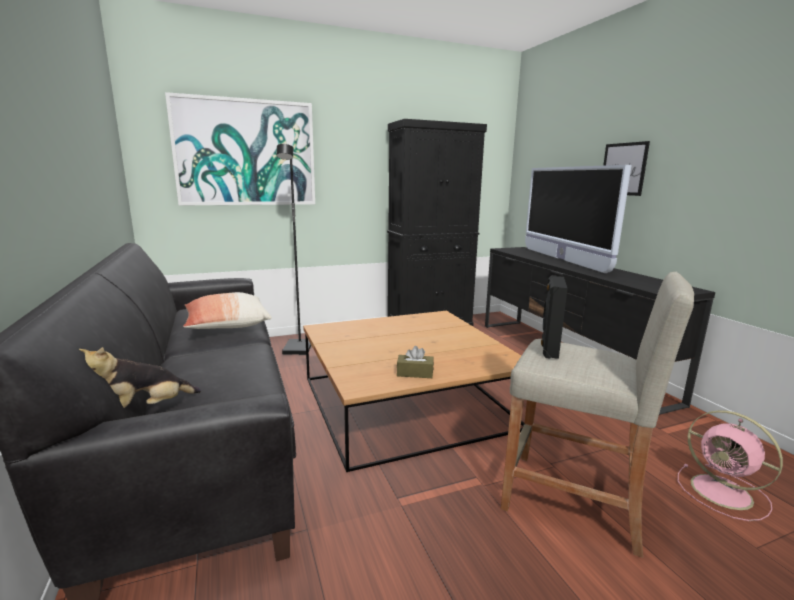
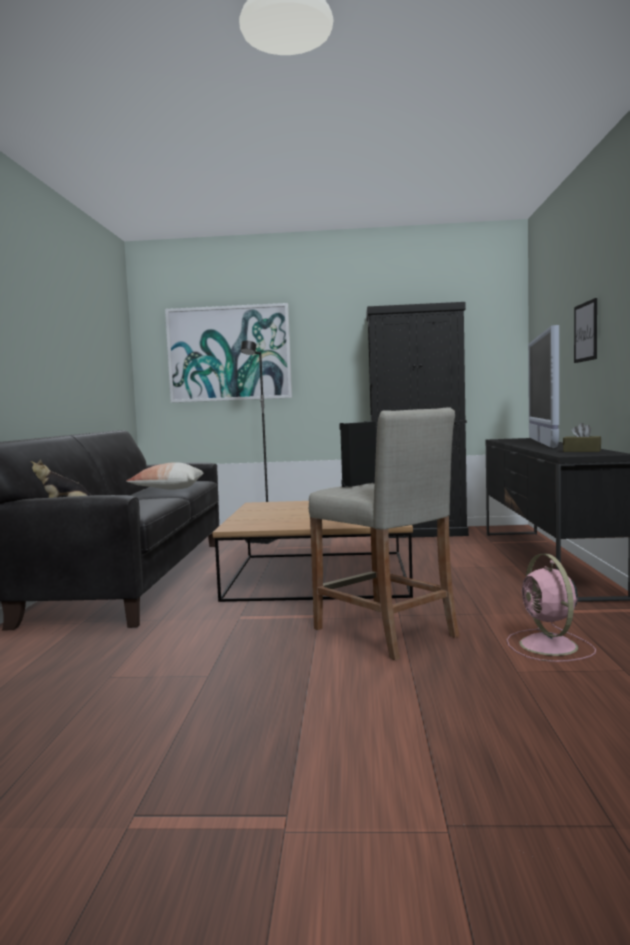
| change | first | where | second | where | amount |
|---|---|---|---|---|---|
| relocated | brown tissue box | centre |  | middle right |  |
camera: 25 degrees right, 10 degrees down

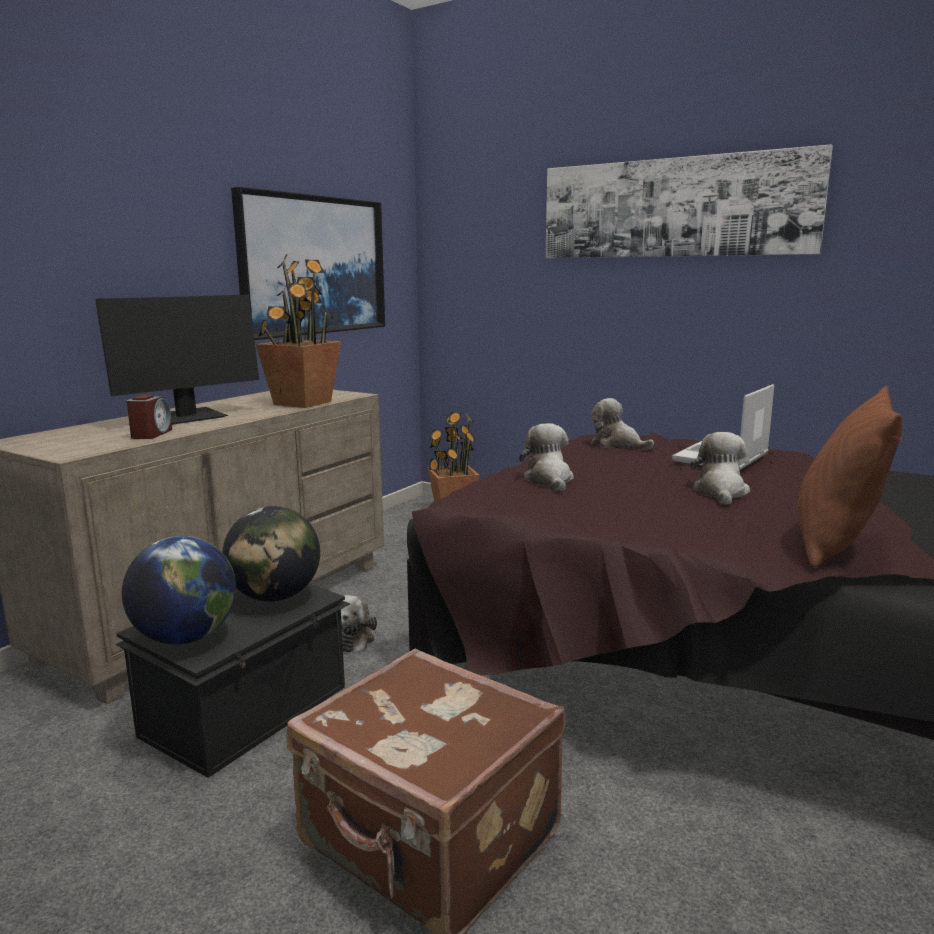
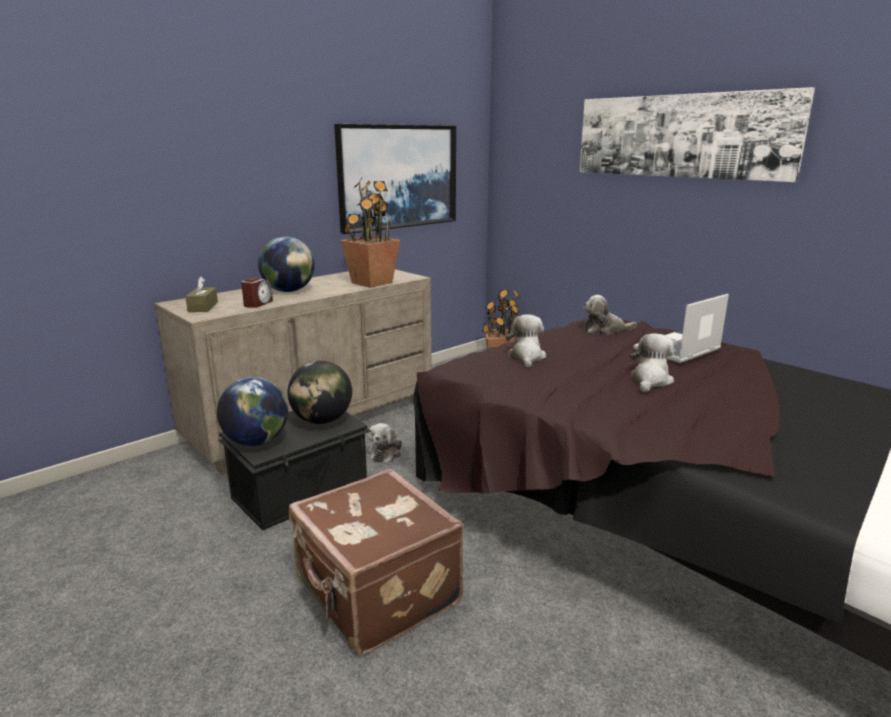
| change | first | where | second | where | amount |
|---|---|---|---|---|---|
| exchanged | monitor | middle left | globe (no. 2 from left) | middle left |  |
| spun | plush toy (no. 3 from left) | centre |  | middle right | 60 degrees counterclockwise |
| missing | brown pillow | middle right |  |  |  |
| appeared |  |  | brown tissue box | middle left |  |
camera: 15 degrees right, 5 degrees up

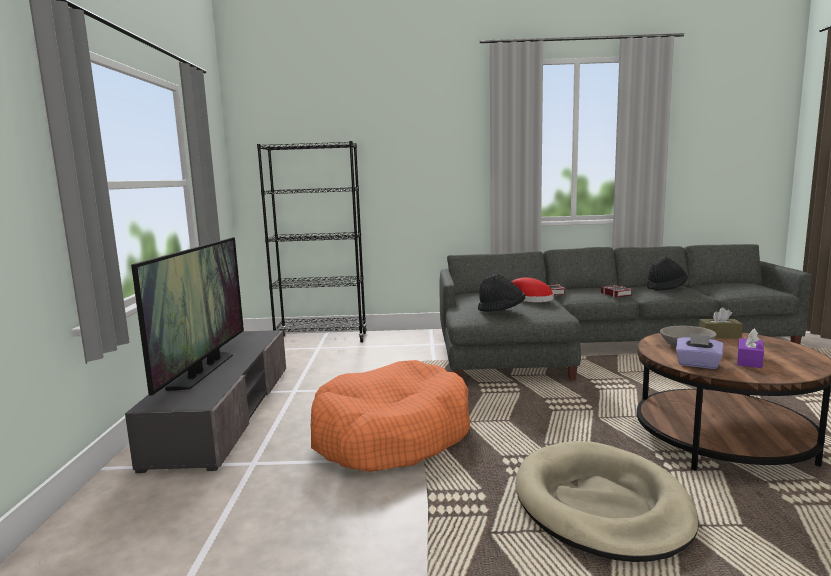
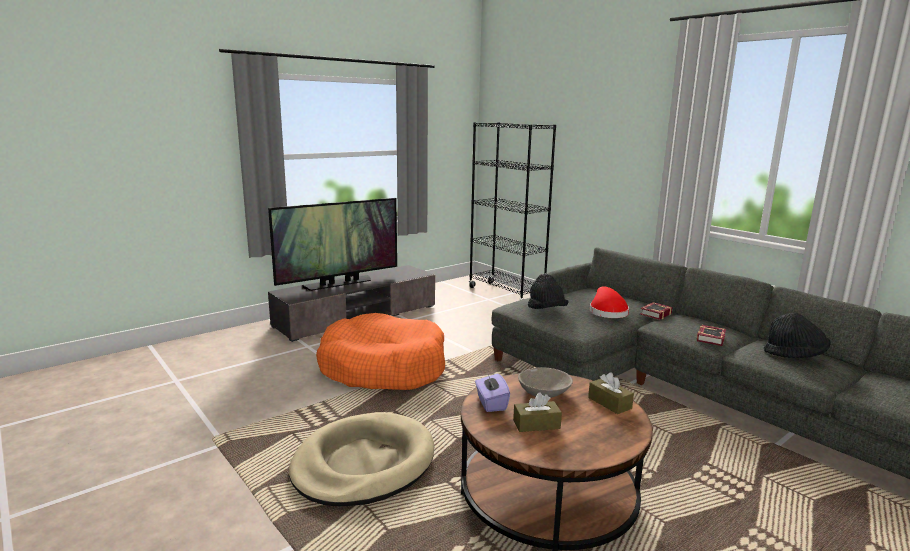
| change | first | where | second | where | amount |
|---|---|---|---|---|---|
| colour | purple tissue box (no. 2 from left) | middle right | brown tissue box (no. 1 from left) | bottom centre |  |
camera: 50 degrees right, 5 degrees up

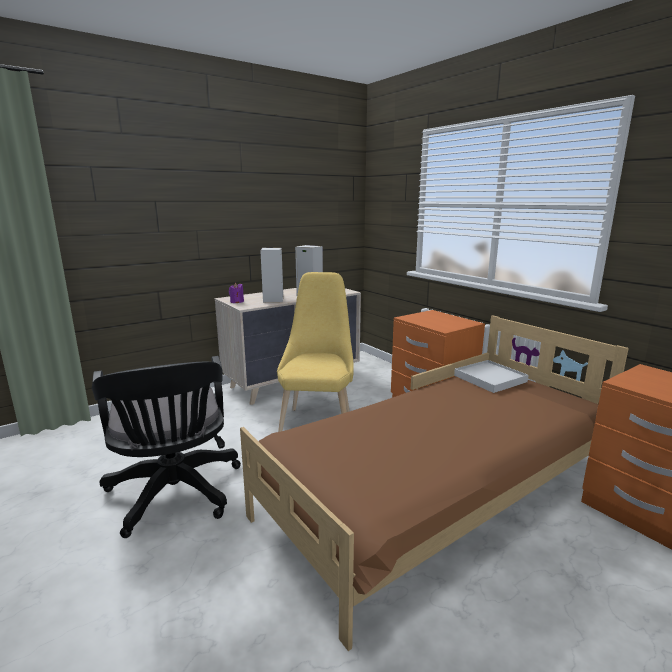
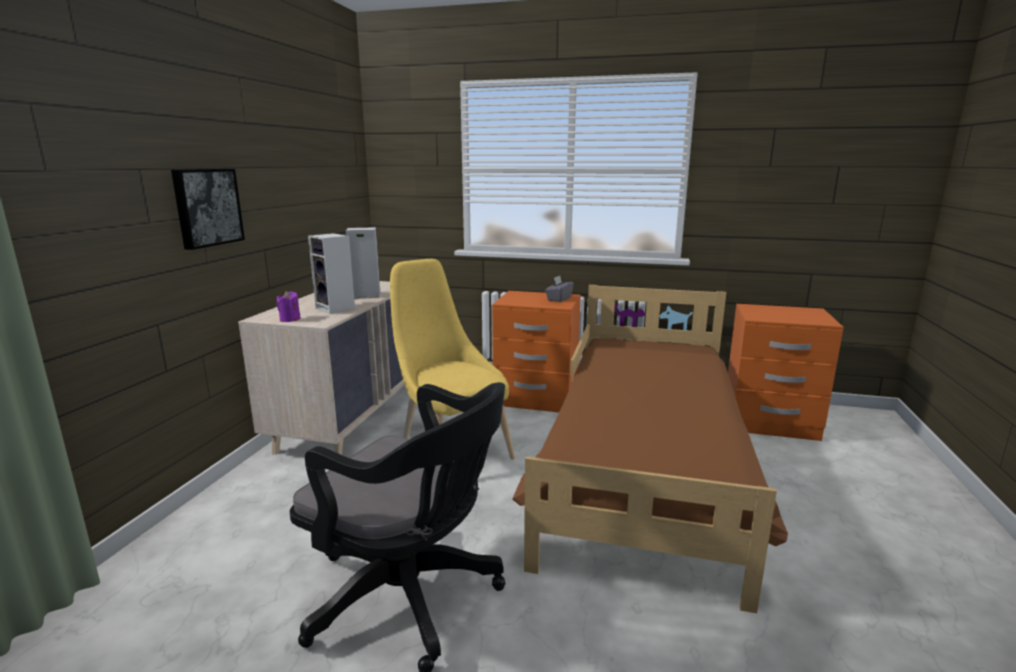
| change | first | where | second | where | amount |
|---|---|---|---|---|---|
| missing | white tray | middle right |  |  |  |
| appeared |  |  | picture | top left |  |
| appeared |  |  | grey tissue box | centre |  |
camera: 40 degrees left, 0 degrees up

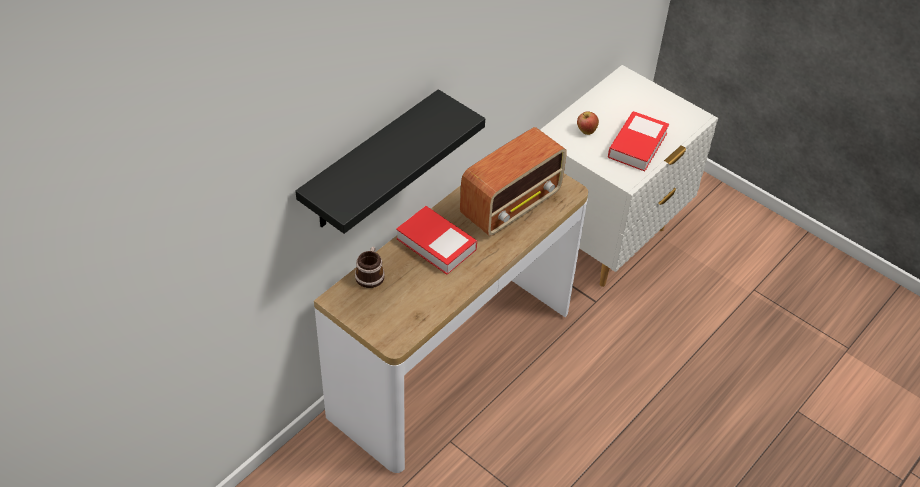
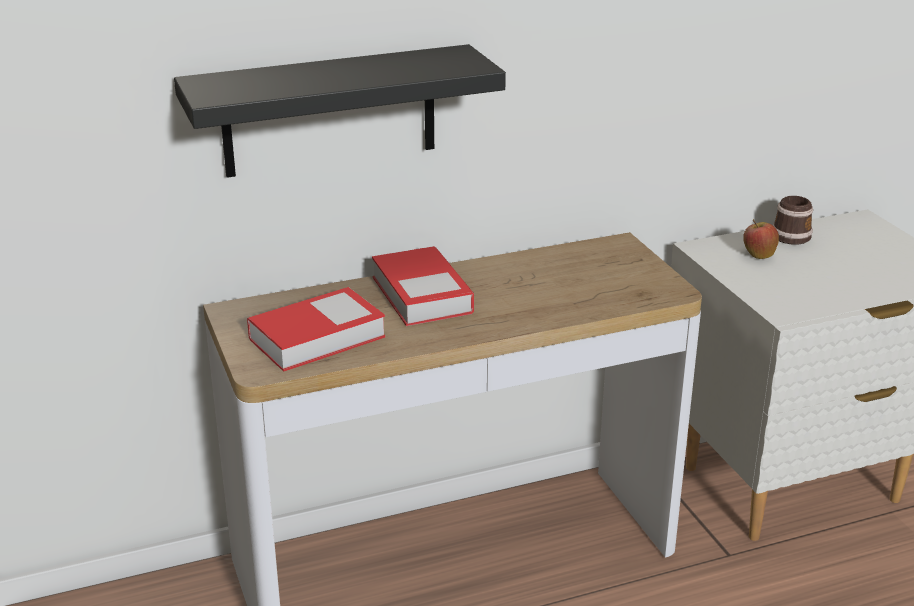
| change | first | where | second | where | amount |
|---|---|---|---|---|---|
| relocated | mug | centre |  | middle right |  |
| missing | radio | centre |  |  |  |
| relocated | book (no. 2 from left in the first image) | top right | book (no. 1 from left) | centre |  |
camera: 30 degrees right, 20 degrees down

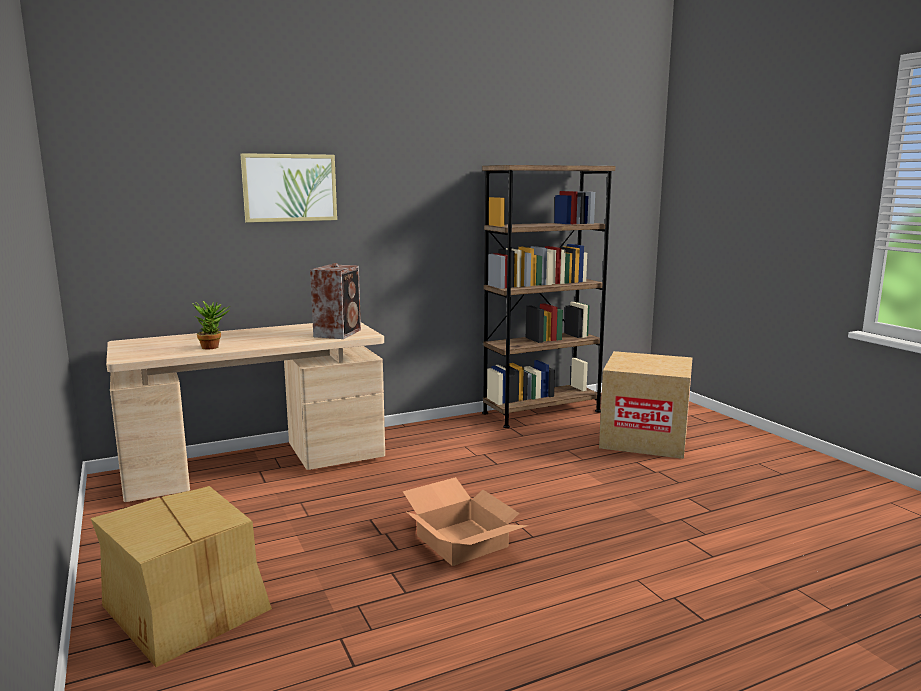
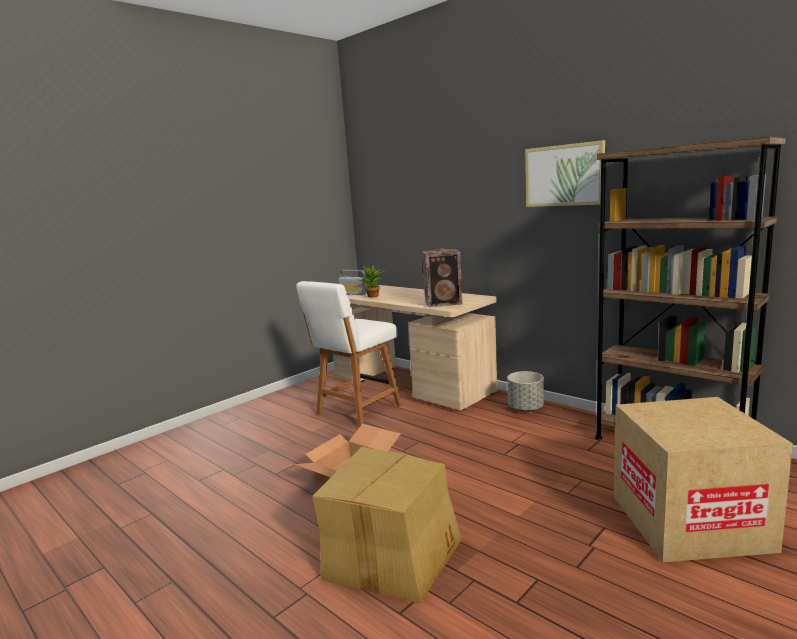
| change | first | where | second | where | amount |
|---|---|---|---|---|---|
| relocated | cardboard box (no. 1 from left in the first image) | bottom left | cardboard box (no. 2 from left) | bottom centre |  |
| relocated | picture | top left |  | top right |  |
| appeared |  |  | white chair | centre |  |
| appeared |  |  | radio | centre |  |
| appeared |  |  | grey planter | centre |  |
camera: 70 degrees right, 0 degrees up

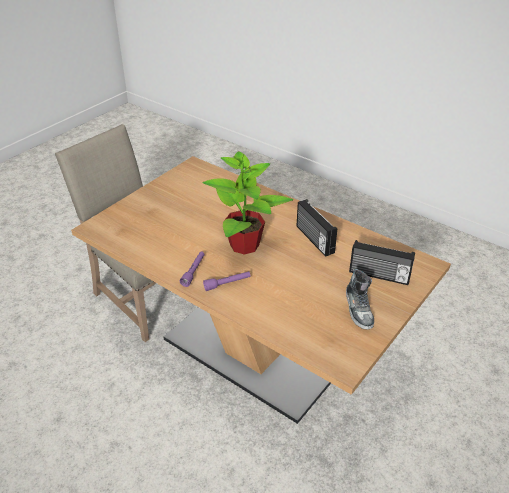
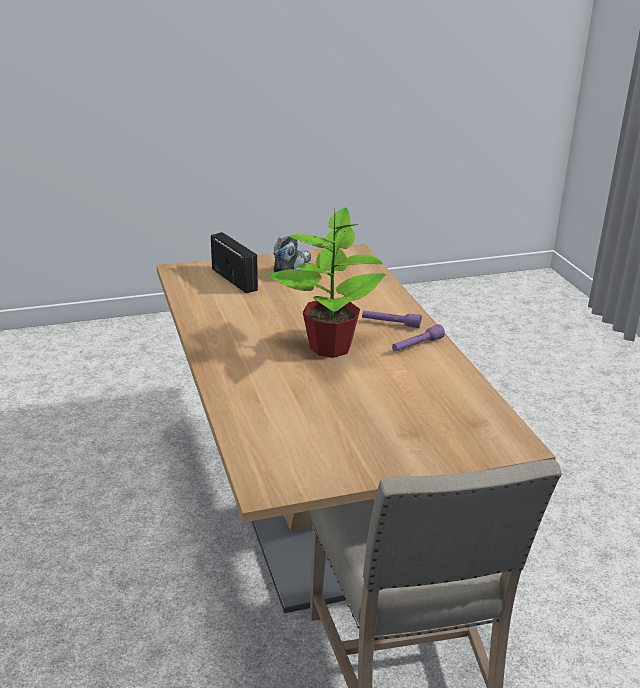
| change | first | where | second | where | amount |
|---|---|---|---|---|---|
| missing | radio (no. 1 from left) | centre |  |  |  |
camera: 145 degrees left, 10 degrees down

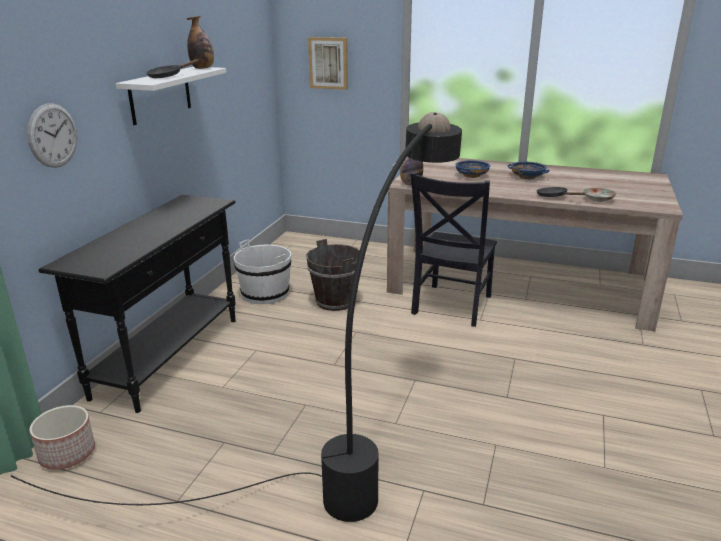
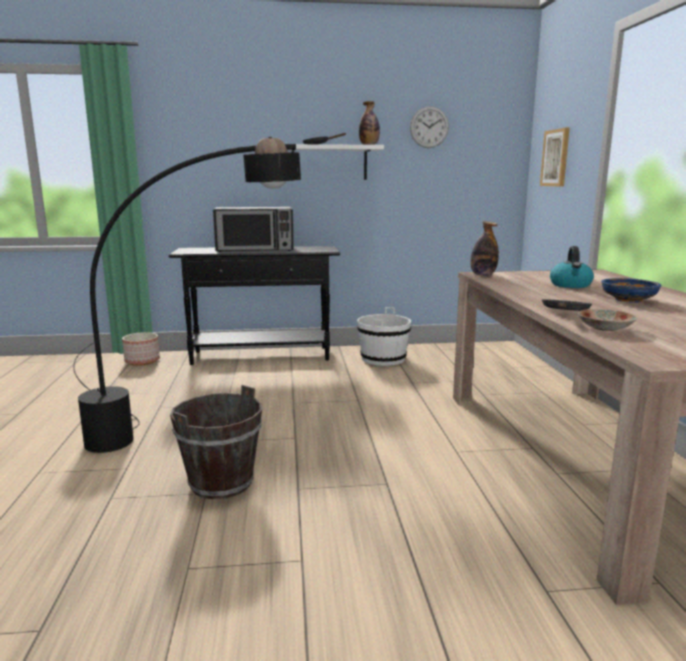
| change | first | where | second | where | amount |
|---|---|---|---|---|---|
| relocated | wall clock | top left |  | top centre |  |
| relocated | brown bucket | centre |  | bottom left |  |
| missing | black chair | centre |  |  |  |
| exchanged | blue bowl (no. 1 from left) | top centre | kettle | middle right |  |
| appeared |  |  | microwave | centre |  |
camera: 65 degrees right, 10 degrees down

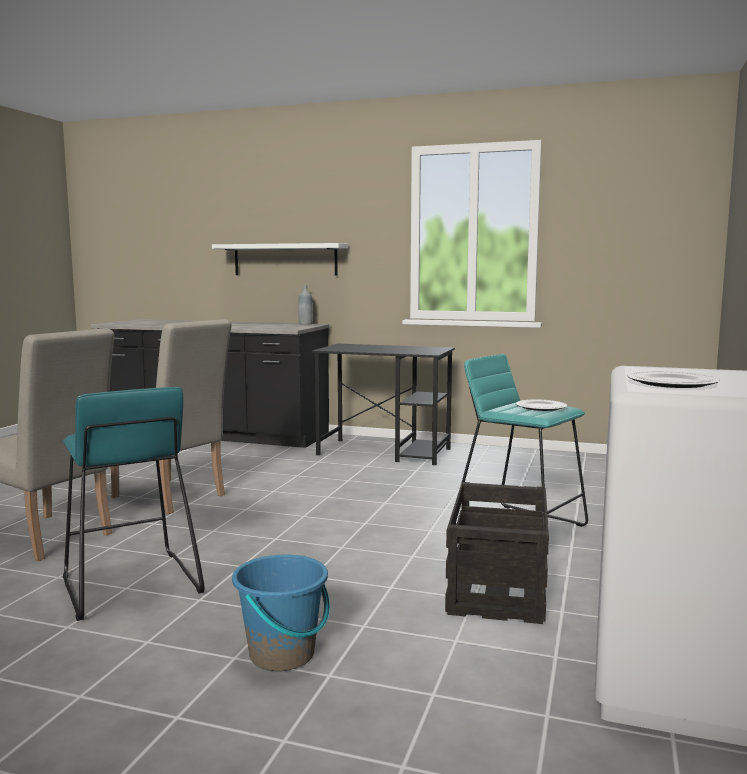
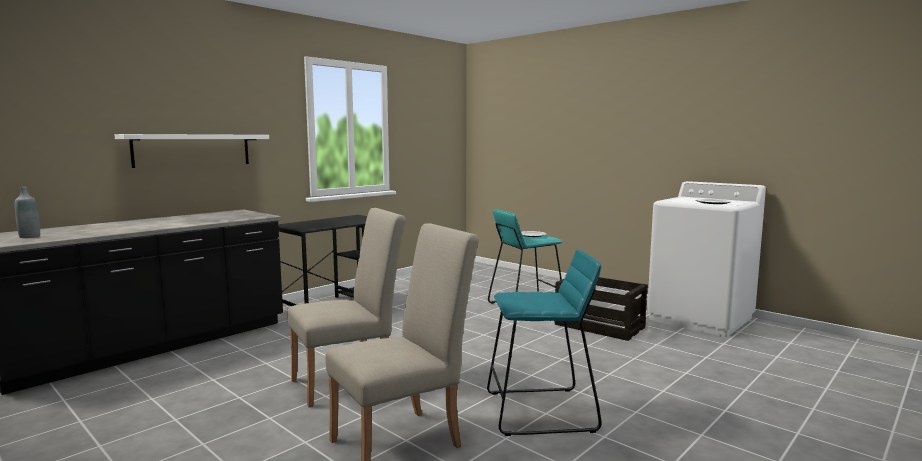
| change | first | where | second | where | amount |
|---|---|---|---|---|---|
| missing | blue bucket | bottom centre |  |  |  |
| relocated | grey bottle | centre |  | middle left |  |
camera: 65 degrees left, 0 degrees up

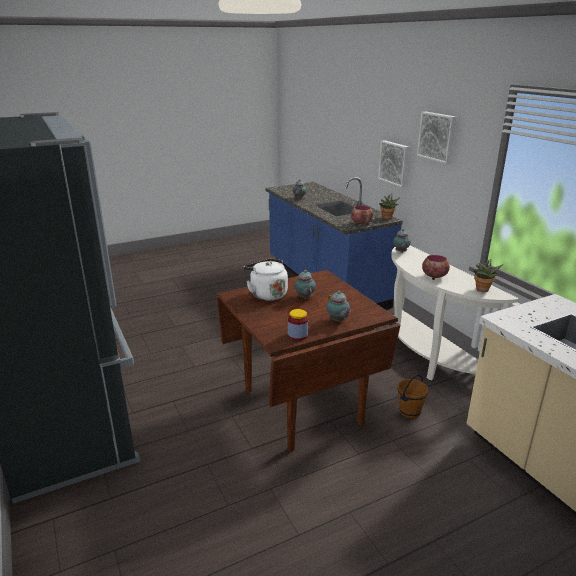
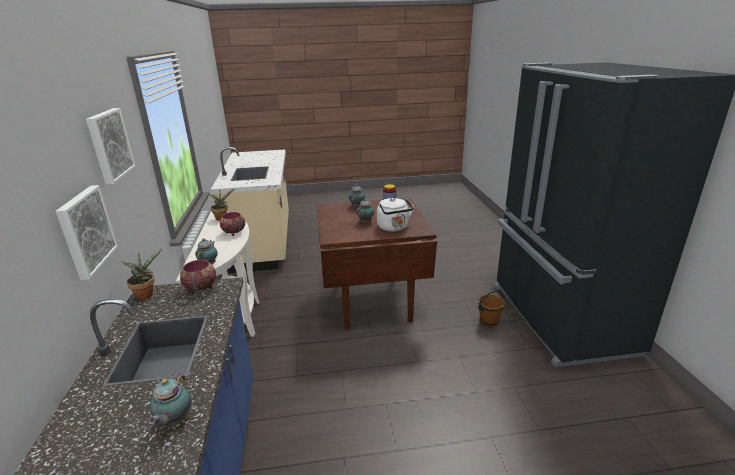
| change | first | where | second | where | amount |
|---|---|---|---|---|---|
| relocated | brown bucket | bottom right |  | middle right |  |
camera: 160 degrees left, 0 degrees up

